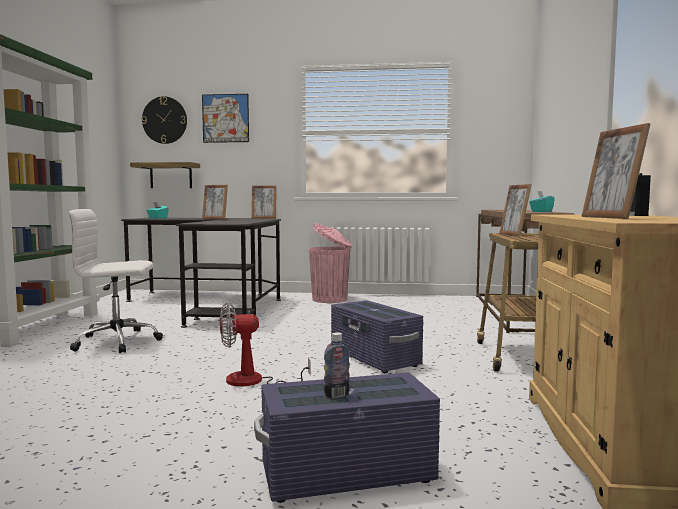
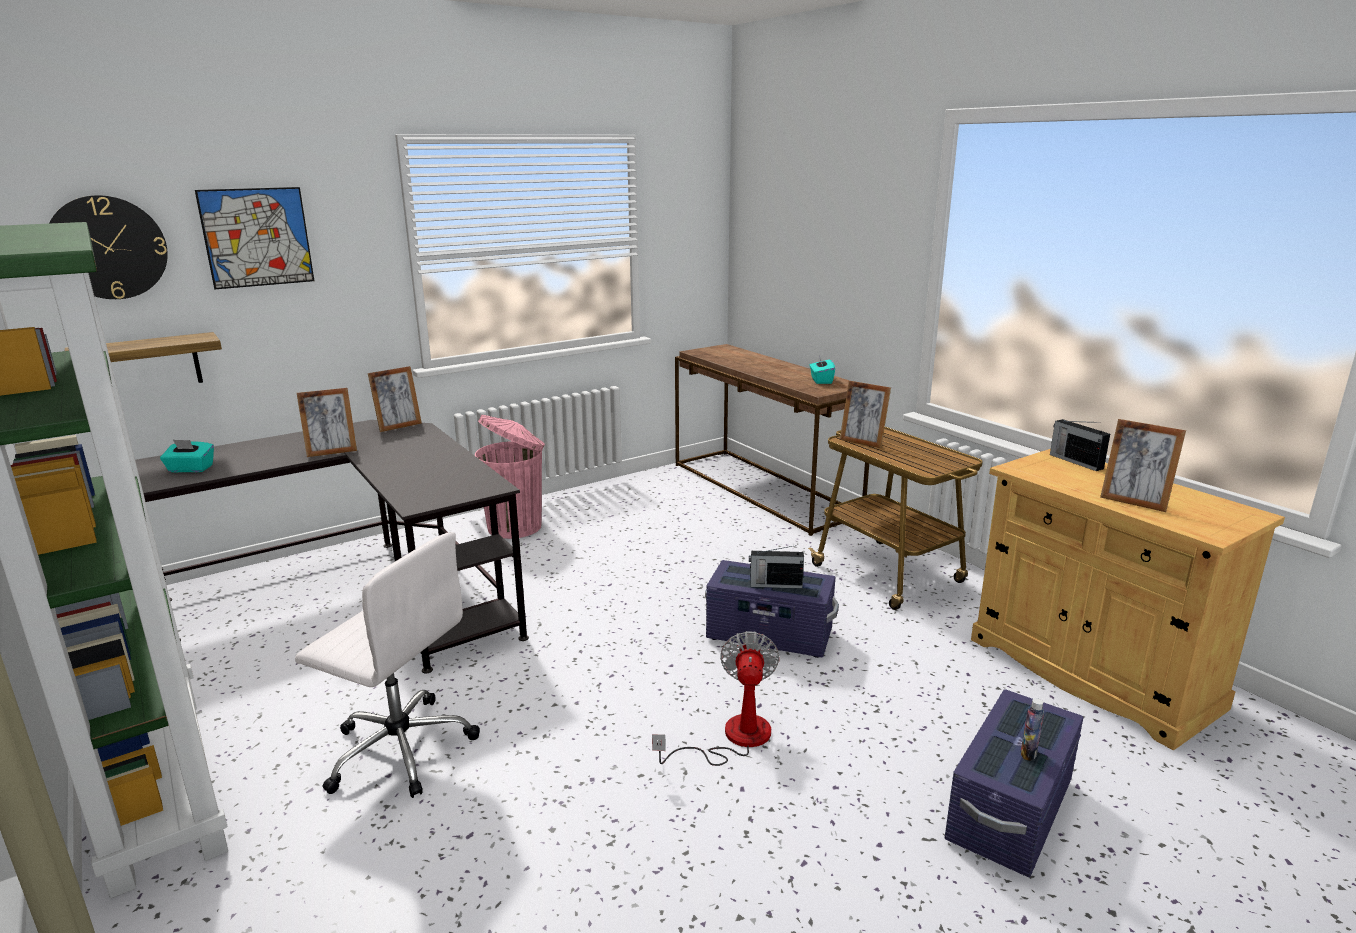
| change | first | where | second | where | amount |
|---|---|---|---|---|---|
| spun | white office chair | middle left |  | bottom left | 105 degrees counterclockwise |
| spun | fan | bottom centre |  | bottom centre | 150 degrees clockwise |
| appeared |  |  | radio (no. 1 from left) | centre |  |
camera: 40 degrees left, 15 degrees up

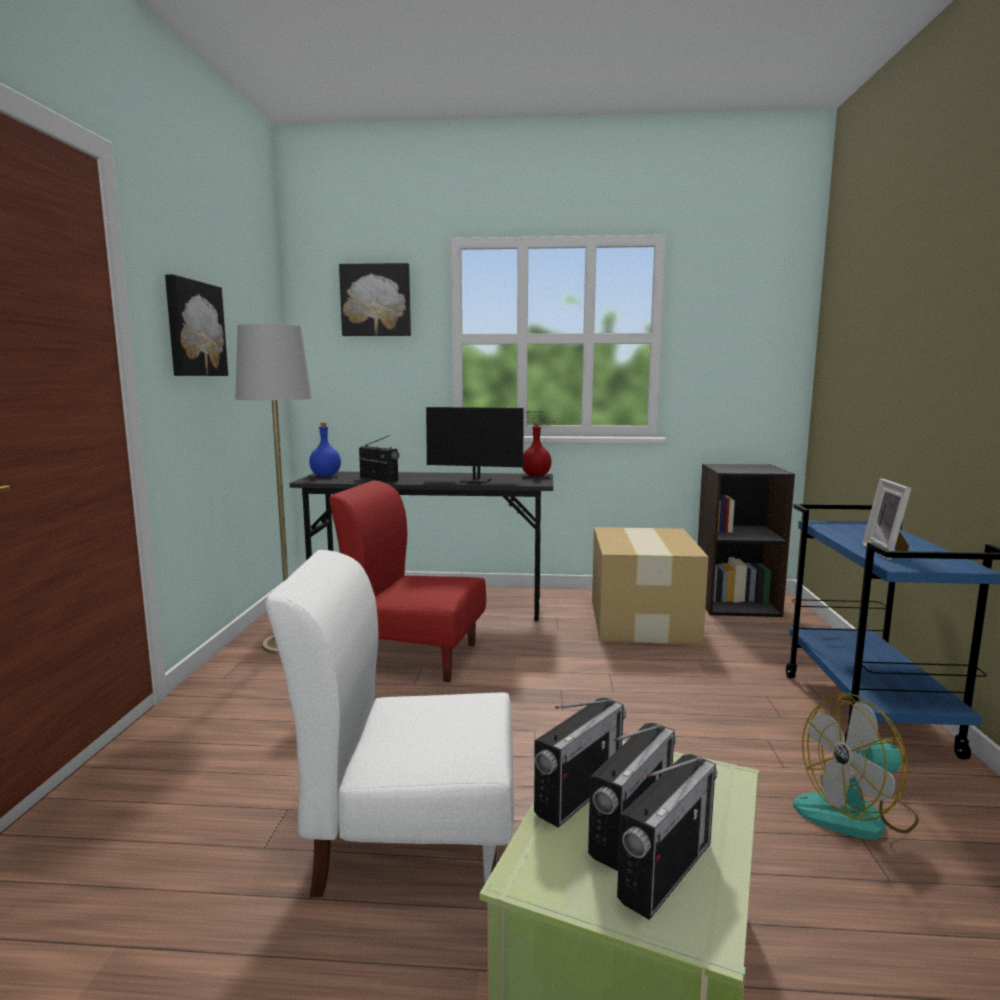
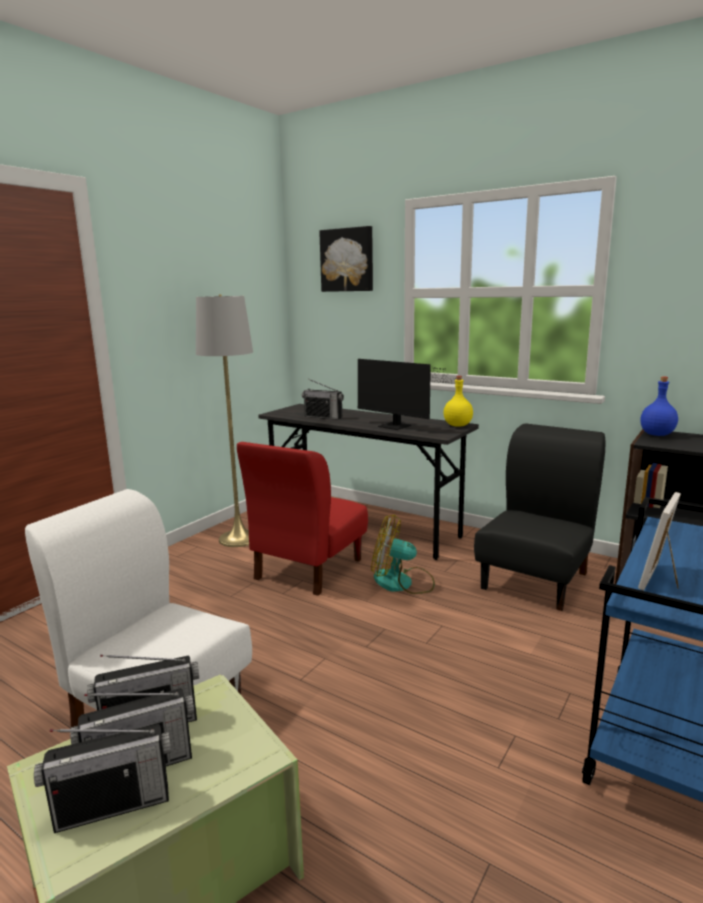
| change | first | where | second | where | amount |
|---|---|---|---|---|---|
| missing | picture (no. 1 from left) | top left |  |  |  |
| relocated | blue bottle | middle left |  | middle right |  |
| spun | red chair | centre |  | centre | 105 degrees counterclockwise |
| spun | radio (no. 1 from left in the first image) | centre | radio (no. 4 from left) | centre | 135 degrees clockwise |
| colour | red bottle | centre | yellow bottle | centre |  |
| exchanged | cardboard box | centre | black chair | middle right |  |
| relocated | fan | bottom right |  | centre |  |
camera: 30 degrees right, 5 degrees up

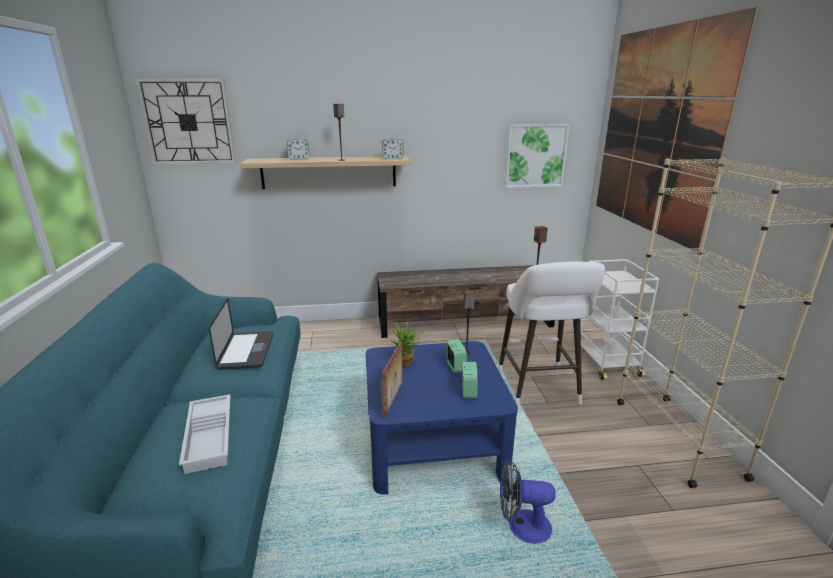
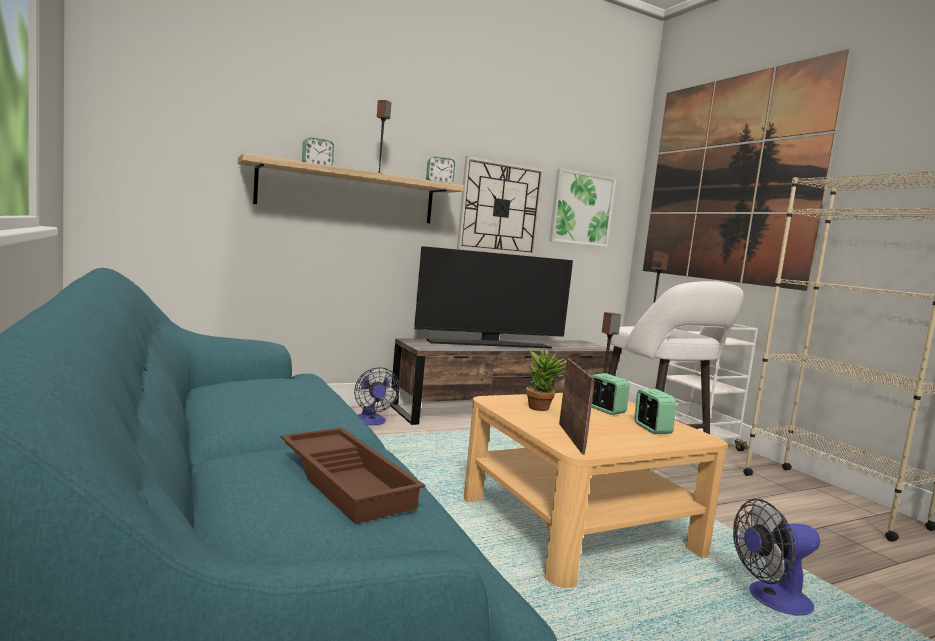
| change | first | where | second | where | amount |
|---|---|---|---|---|---|
| relocated | wall clock | top left |  | top centre |  |
| colour | white tray | bottom left | brown tray | bottom centre |  |
| missing | laptop | middle left |  |  |  |
| colour | blue coffee table | bottom centre | beige coffee table | bottom centre |  |
| appeared |  |  | fan (no. 1 from left) | centre |  |
| appeared |  |  | television | centre |  |
camera: 20 degrees left, 15 degrees down

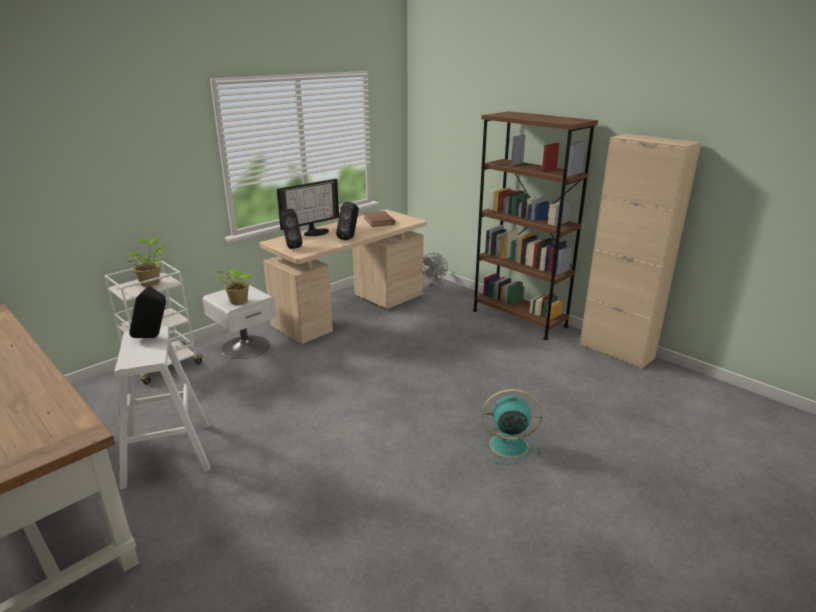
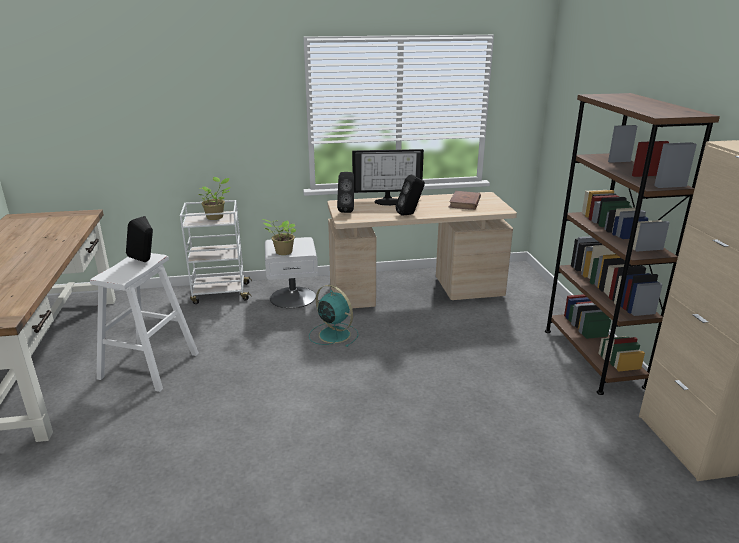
| change | first | where | second | where | amount |
|---|---|---|---|---|---|
| missing | grey fan | centre |  |  |  |
| relocated | turquoise fan | bottom centre |  | centre |  |
camera: 35 degrees right, 0 degrees up

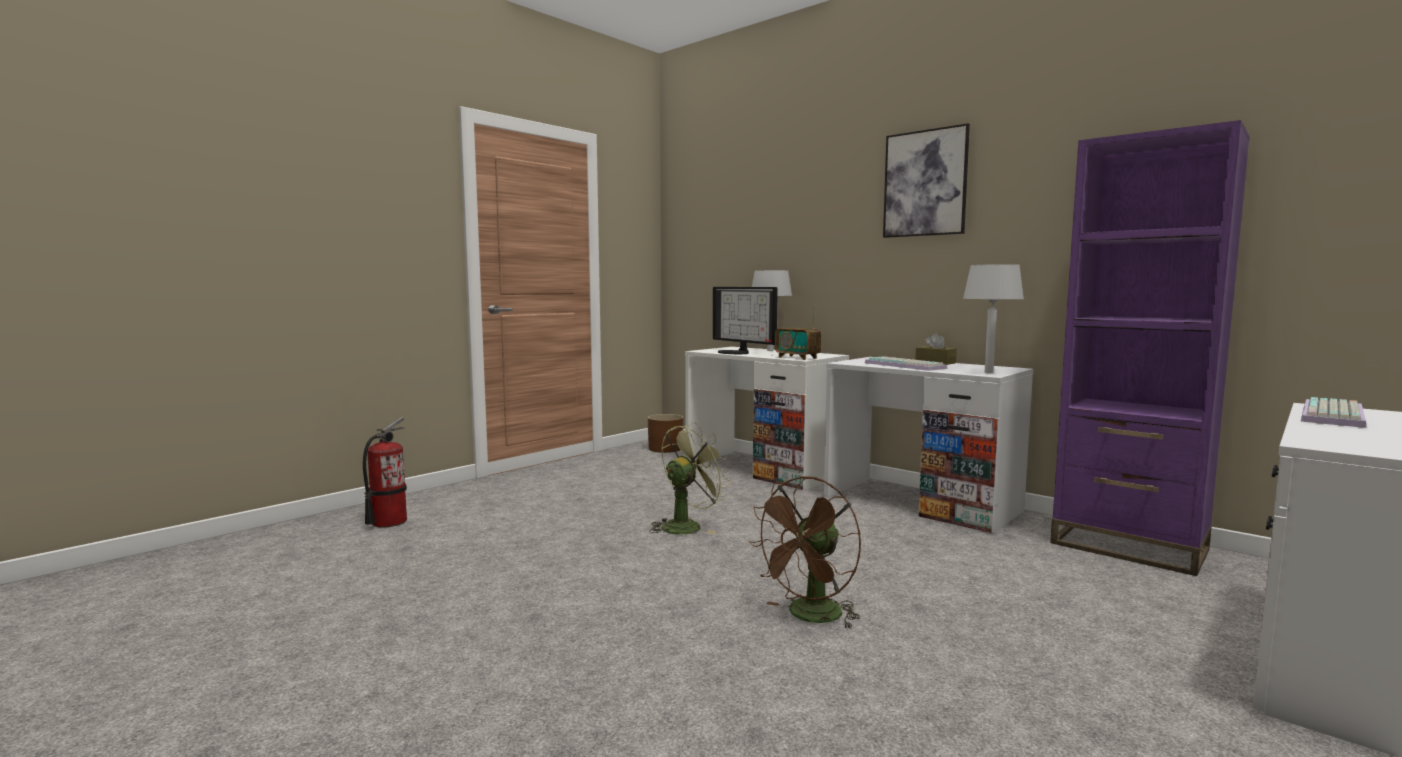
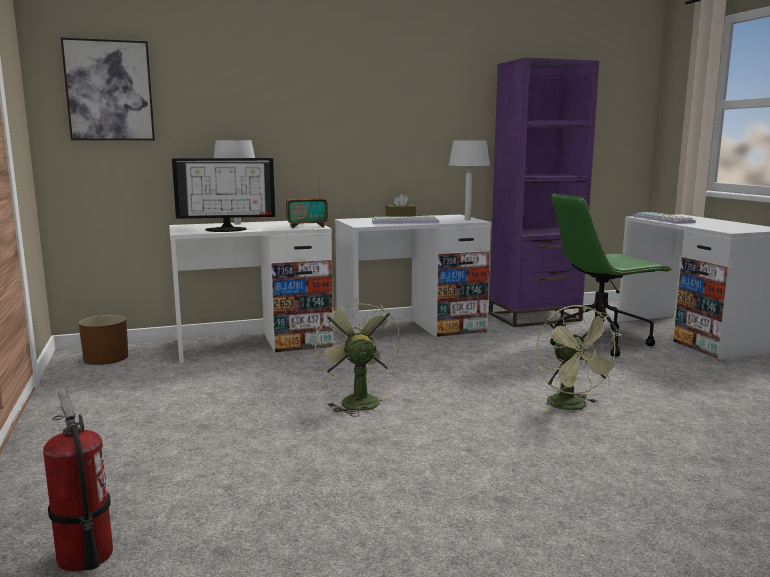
| change | first | where | second | where | amount |
|---|---|---|---|---|---|
| colour | brown fan | bottom centre | green fan (no. 2 from left) | middle right |  |
| relocated | picture | top centre |  | top left |  |
| appeared |  |  | green office chair | middle right |  |
camera: 60 degrees left, 5 degrees up

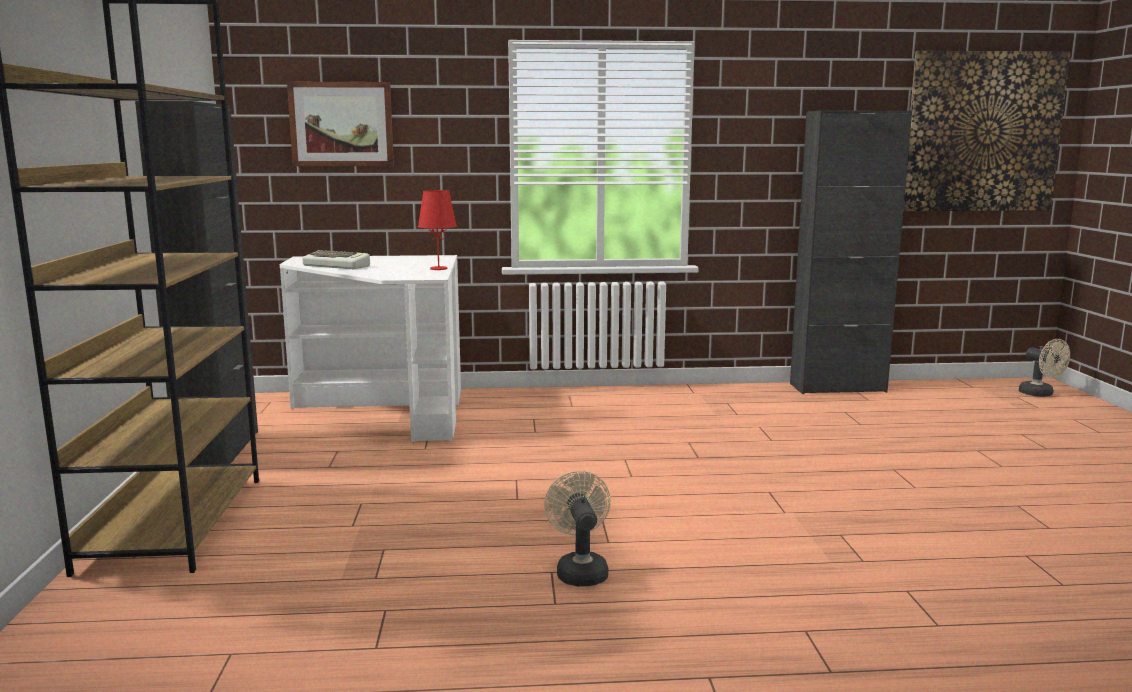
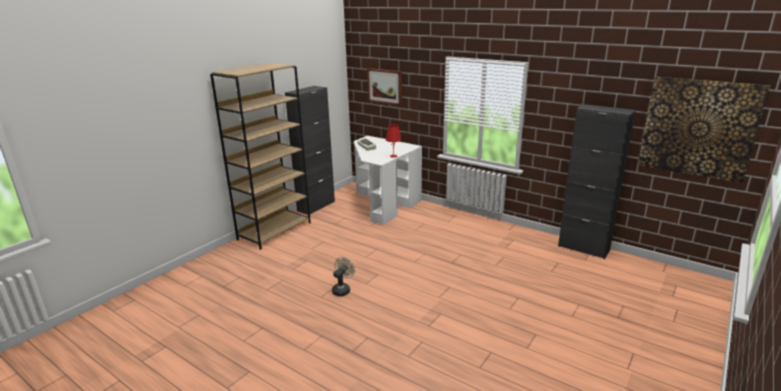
| change | first | where | second | where | amount |
|---|---|---|---|---|---|
| missing | beige fan (no. 2 from left) | middle right |  |  |  |
camera: 40 degrees right, 10 degrees up

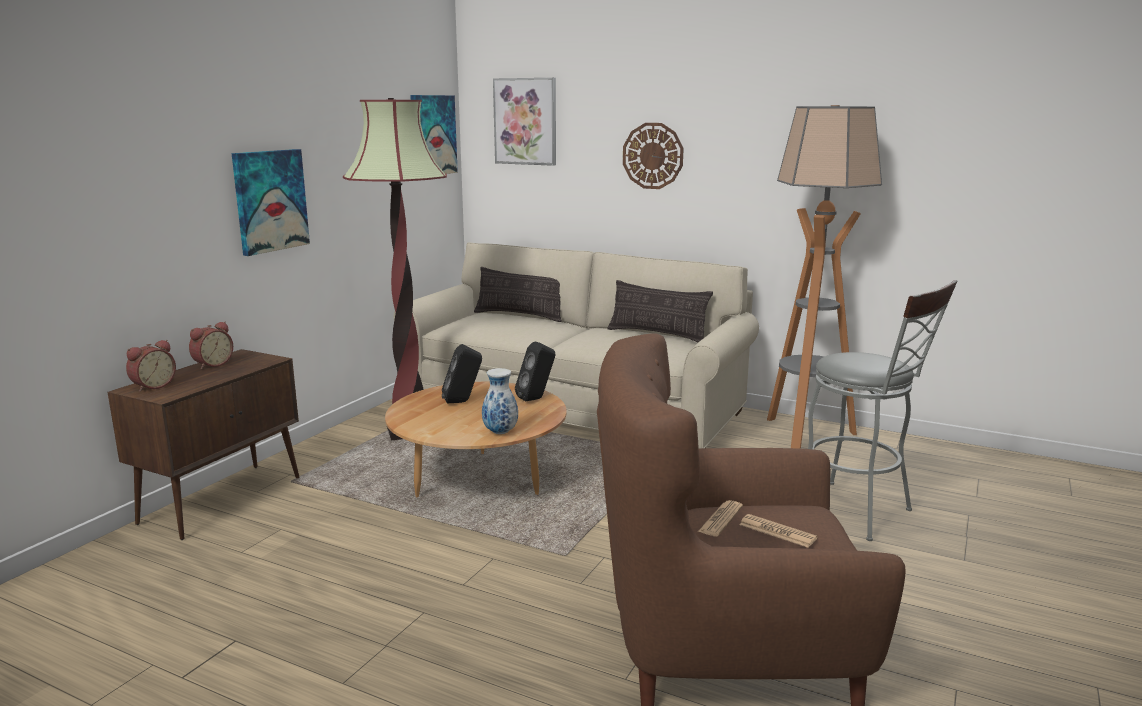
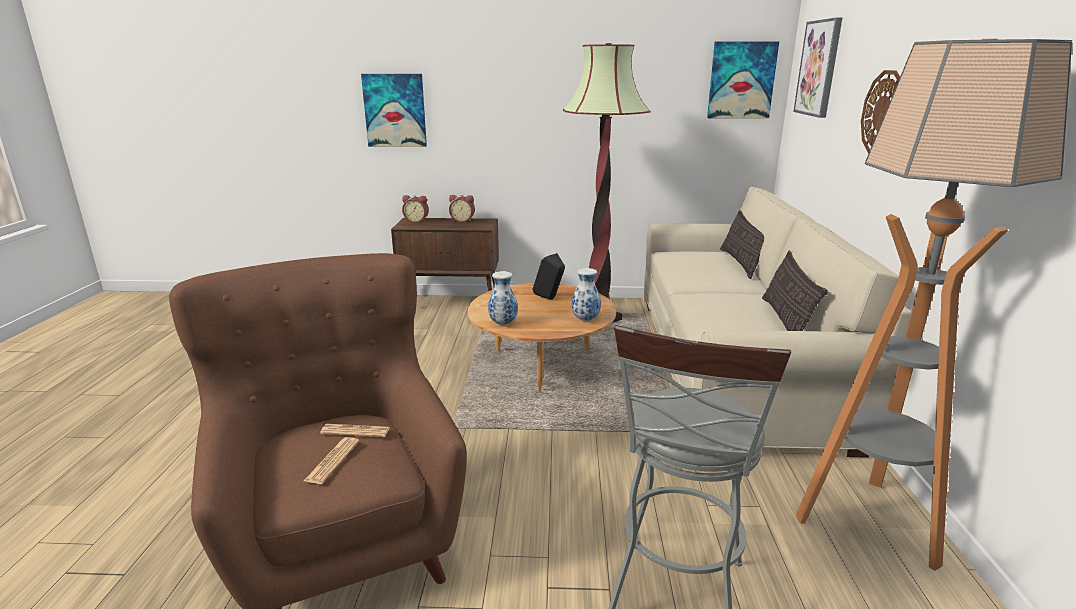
| change | first | where | second | where | amount |
|---|---|---|---|---|---|
| relocated | picture (no. 1 from left) | top left |  | top centre |  |
| exchanged | black speaker (no. 2 from left) | centre | vase (no. 2 from left) | centre |  |
camera: 65 degrees right, 5 degrees up

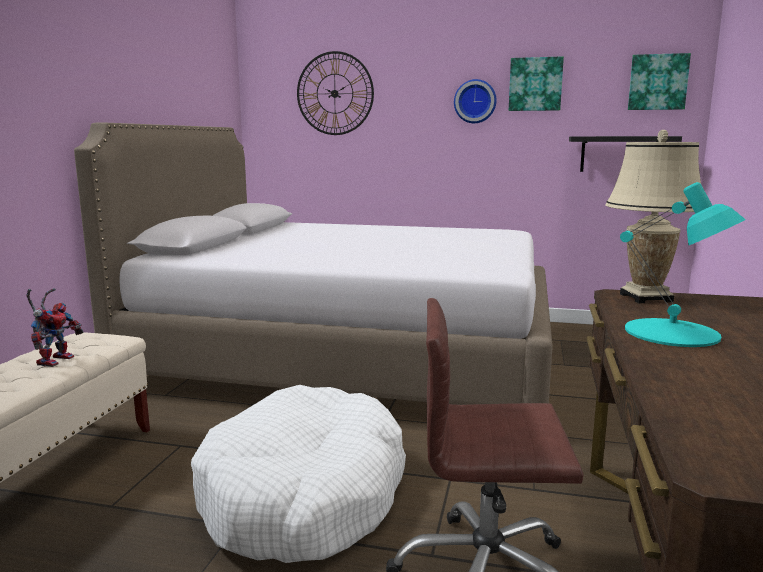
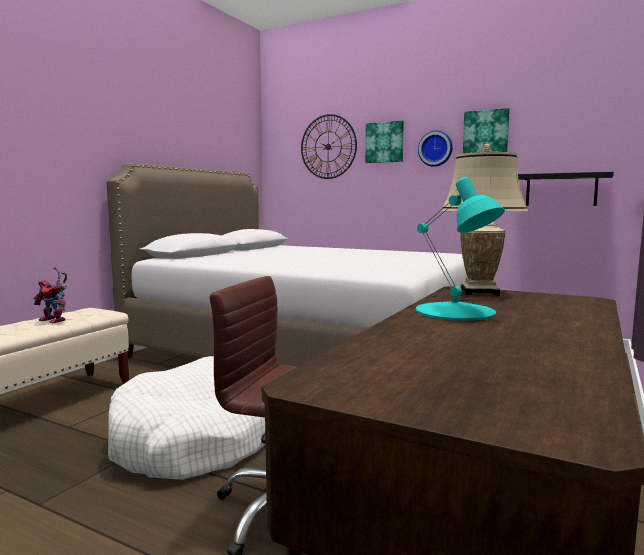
| change | first | where | second | where | amount |
|---|---|---|---|---|---|
| spun | toy robot | middle left |  | middle left | 90 degrees clockwise |
| relocated | picture (no. 2 from left in the first image) | top right | picture (no. 1 from left) | top centre |  |
camera: 15 degrees right, 5 degrees down

